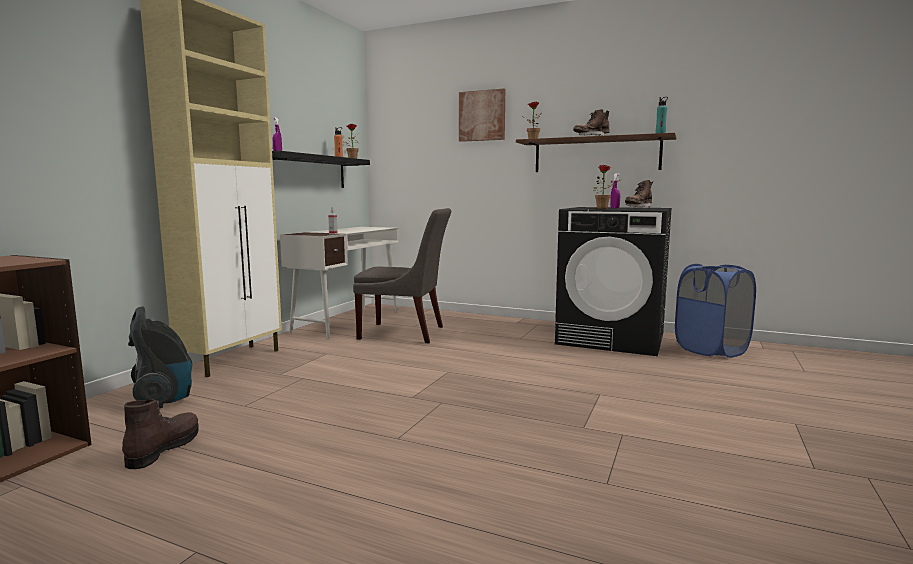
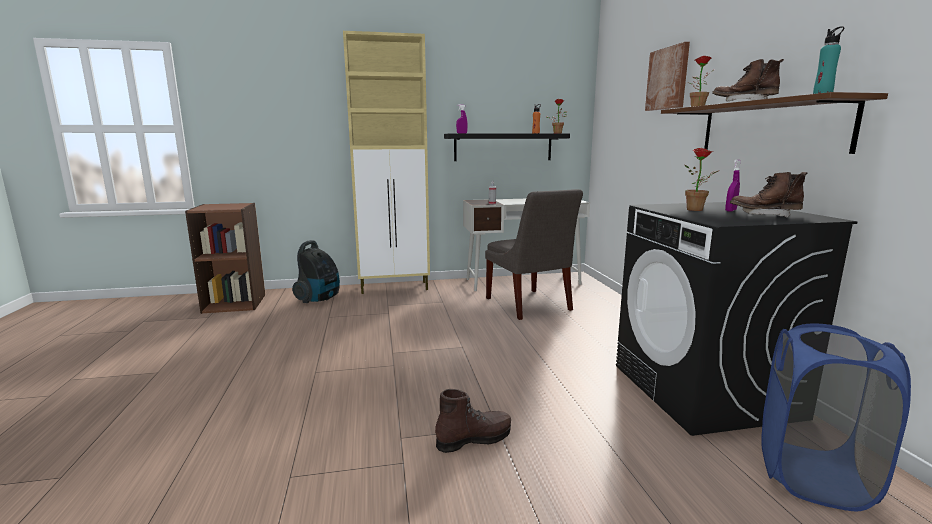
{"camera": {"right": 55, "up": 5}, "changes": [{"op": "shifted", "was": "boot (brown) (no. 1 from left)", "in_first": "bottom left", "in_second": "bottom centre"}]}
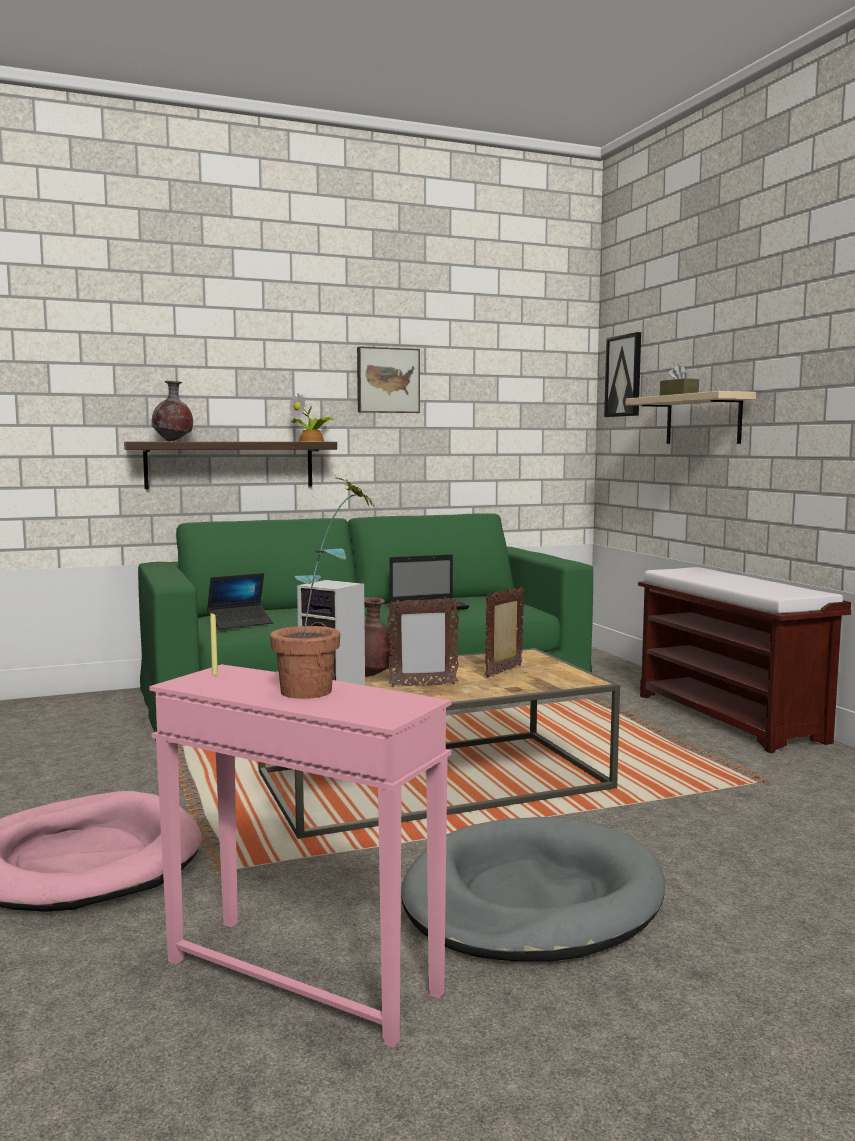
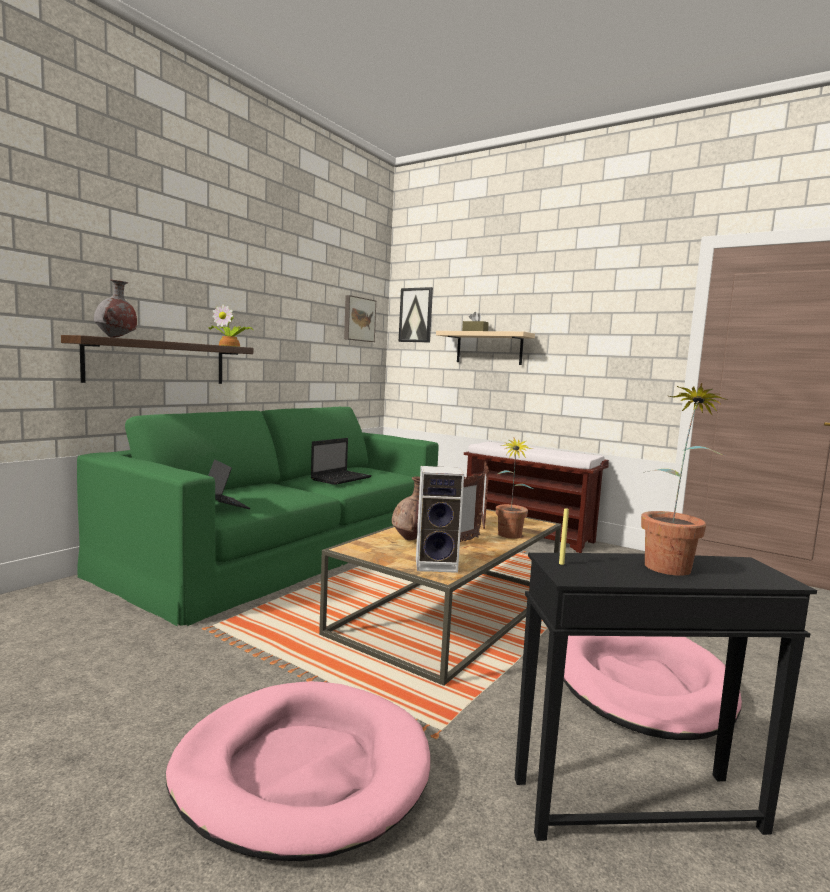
{"camera": {"right": -35, "up": 0}, "changes": [{"op": "rotated", "was": "laptop (no. 1 from left)", "in_first": "middle left", "in_second": "middle left", "clockwise": -60}, {"op": "shifted", "was": "picture (no. 1 from left)", "in_first": "top centre", "in_second": "centre"}, {"op": "new", "now": "potted plant (no. 2 from left)", "in_second": "centre"}, {"op": "repainted", "was": "side table (pink)", "now": "side table (black)", "in_first": "bottom centre", "in_second": "bottom right"}, {"op": "repainted", "was": "dog bed (grey)", "now": "dog bed (pink) (no. 2 from left)", "in_first": "bottom centre", "in_second": "bottom right"}]}
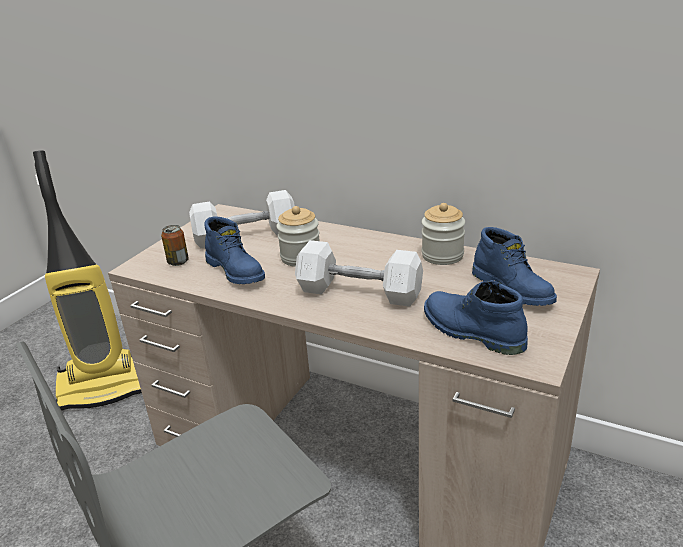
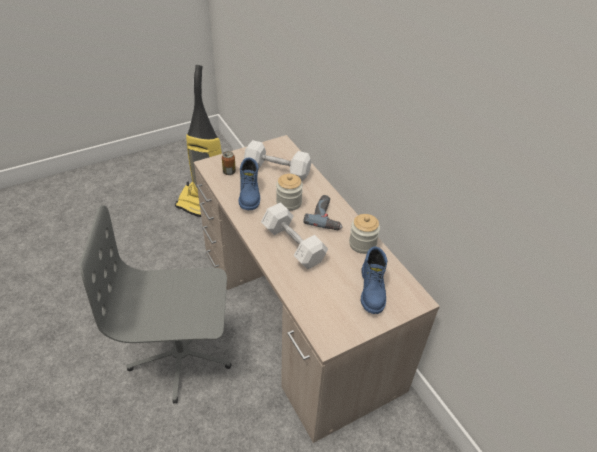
{"camera": {"right": 30, "up": 15}, "changes": [{"op": "new", "now": "power drill", "in_second": "centre"}, {"op": "gone", "was": "boot (blue) (no. 2 from left)", "in_first": "middle right"}]}
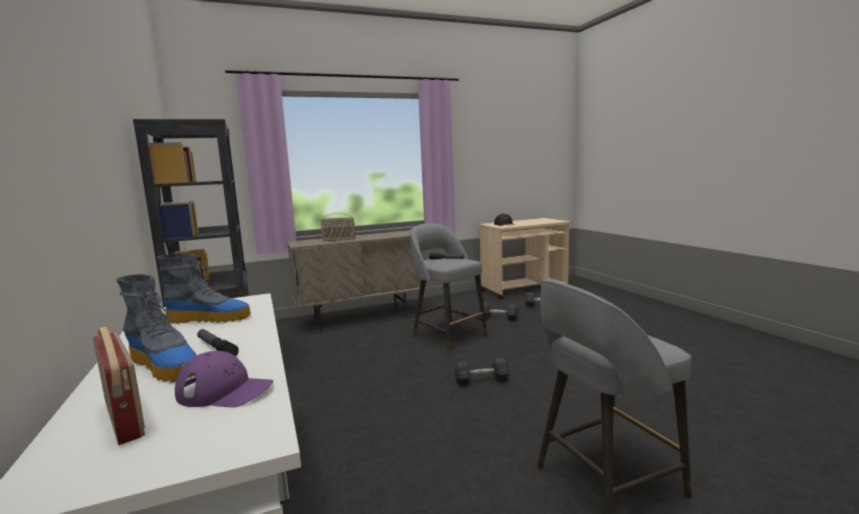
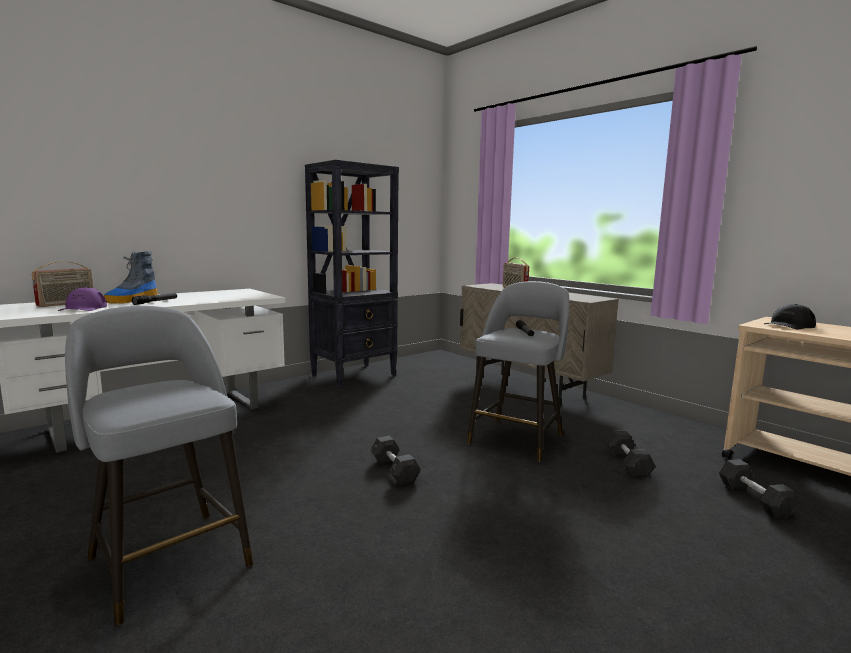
{"camera": {"right": 70, "up": 0}, "changes": [{"op": "gone", "was": "boot (no. 2 from left)", "in_first": "middle left"}]}
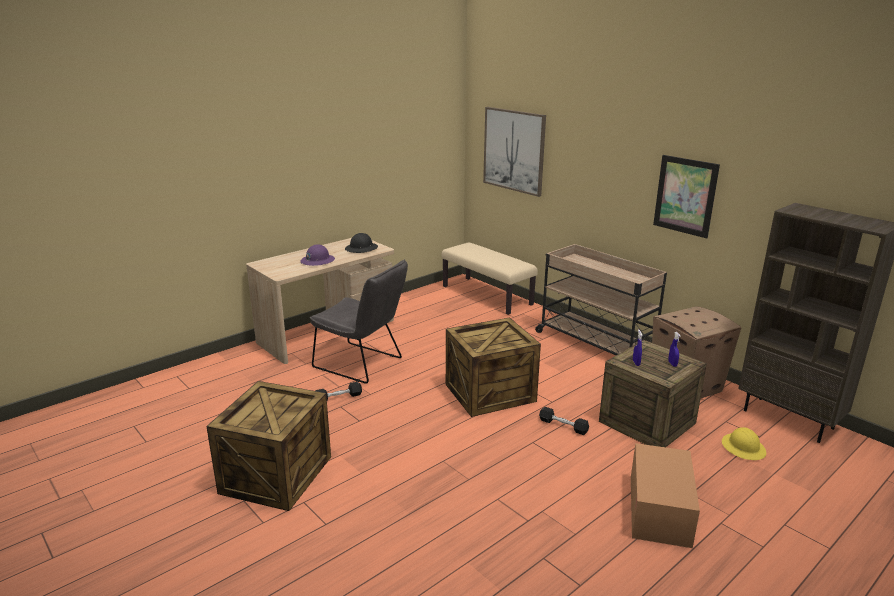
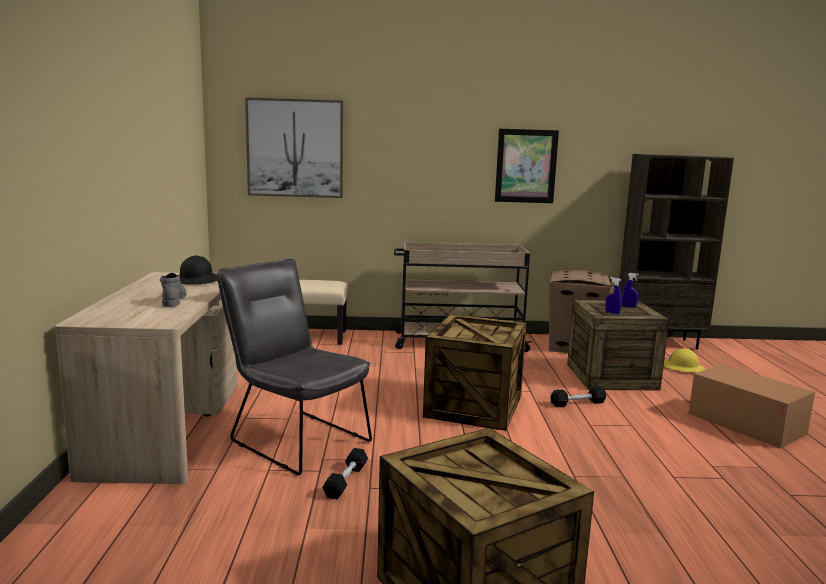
{"camera": {"right": -50, "up": -10}, "changes": [{"op": "swapped", "was": "hard hat (purple)", "now": "boot (grey)", "in_first": "centre", "in_second": "middle left"}, {"op": "rotated", "was": "chair (grey)", "in_first": "centre", "in_second": "centre", "clockwise": -120}]}
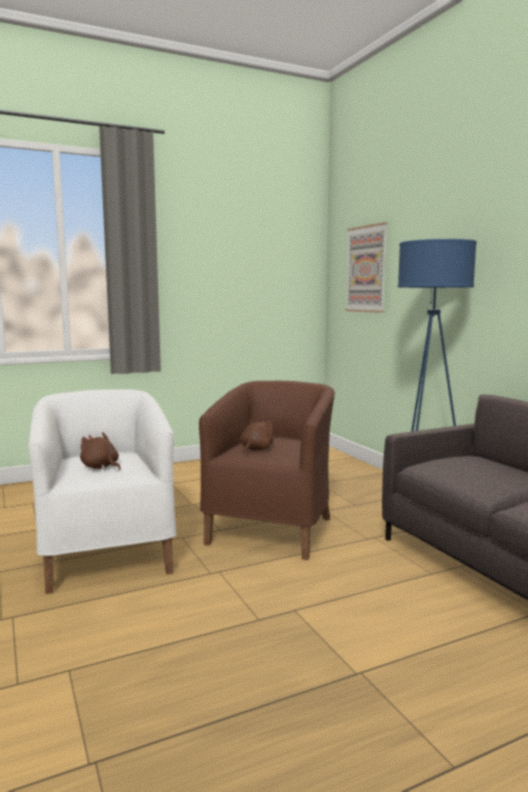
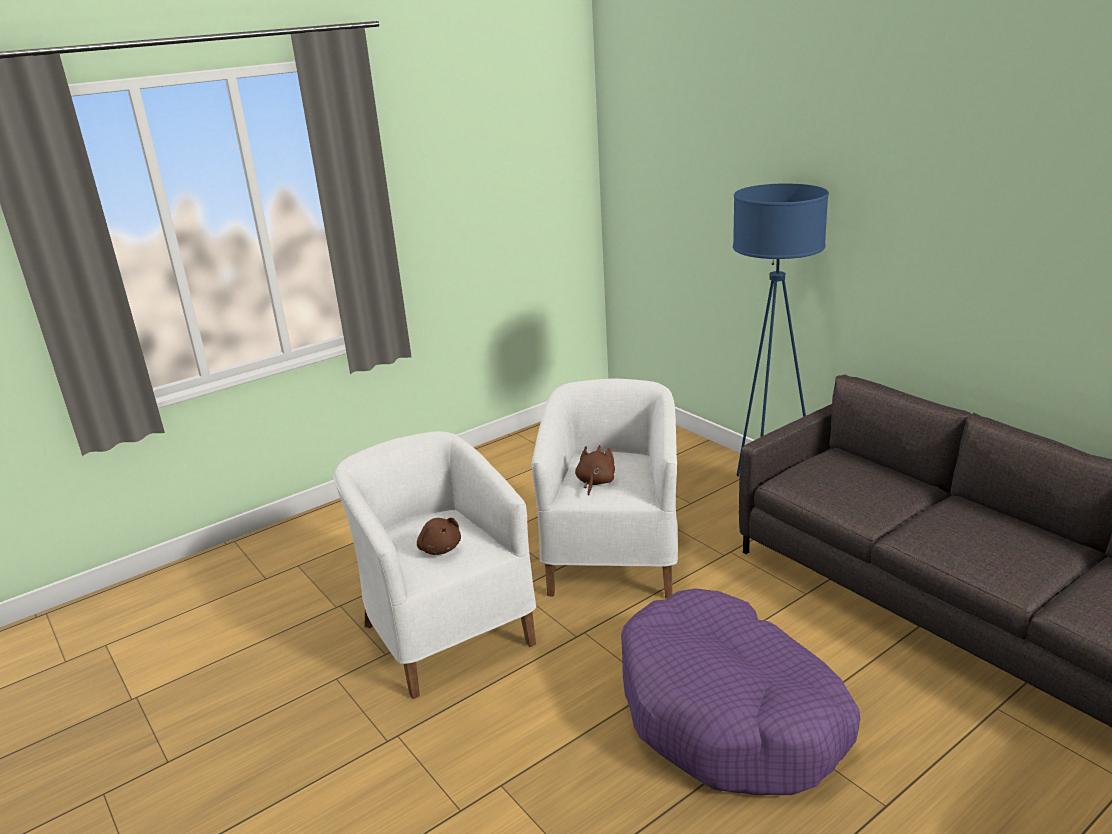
{"camera": {"right": -10, "up": 15}, "changes": [{"op": "rotated", "was": "plush toy (brown) (no. 1 from left)", "in_first": "middle left", "in_second": "centre", "clockwise": -150}, {"op": "repainted", "was": "armchair (brown)", "now": "armchair (white) (no. 2 from left)", "in_first": "centre", "in_second": "centre"}, {"op": "new", "now": "dog bed (purple)", "in_second": "bottom centre"}, {"op": "gone", "was": "picture", "in_first": "middle right"}]}
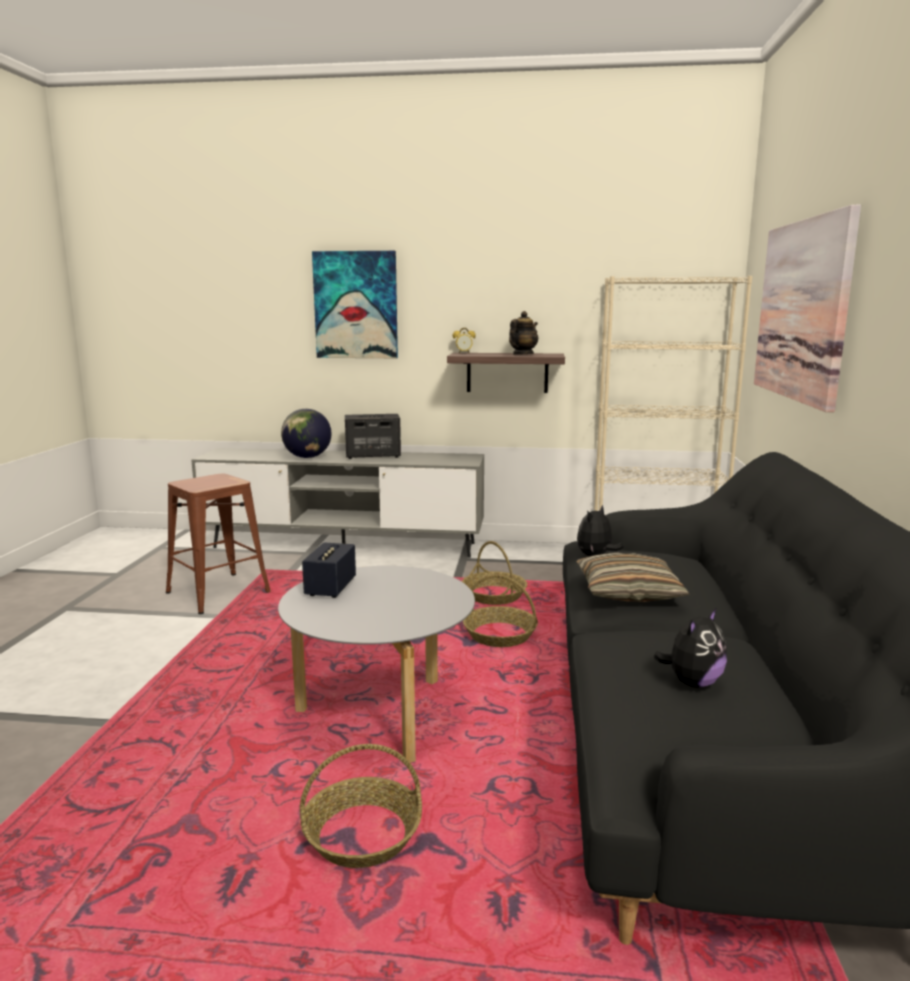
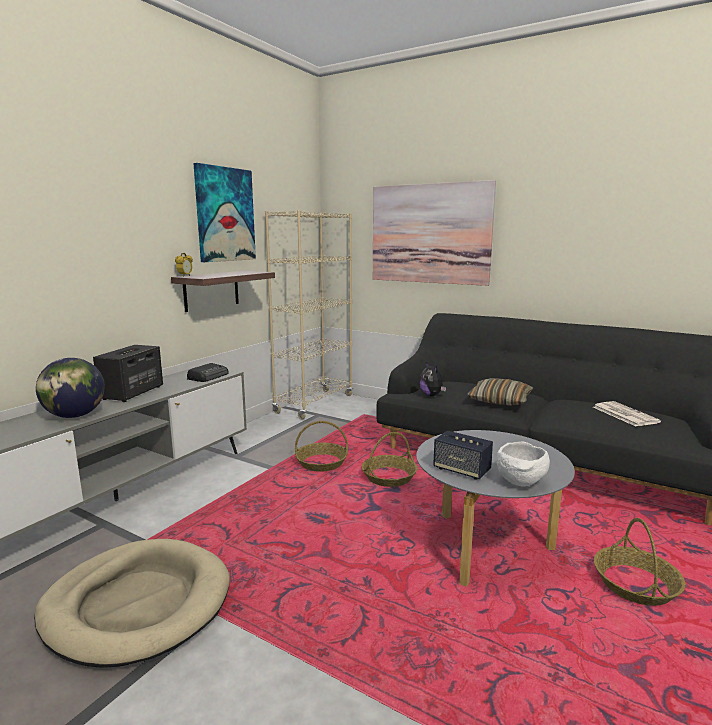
{"camera": {"right": -65, "up": 0}, "changes": [{"op": "swapped", "was": "stool (brown)", "now": "dog bed (beige)", "in_first": "middle left", "in_second": "bottom left"}, {"op": "new", "now": "radio", "in_second": "middle left"}, {"op": "shifted", "was": "picture (no. 1 from left)", "in_first": "top centre", "in_second": "top left"}, {"op": "new", "now": "bowl (white)", "in_second": "middle right"}, {"op": "swapped", "was": "plush toy (no. 2 from left)", "now": "newspaper", "in_first": "middle right", "in_second": "middle right"}, {"op": "gone", "was": "teapot", "in_first": "centre"}]}
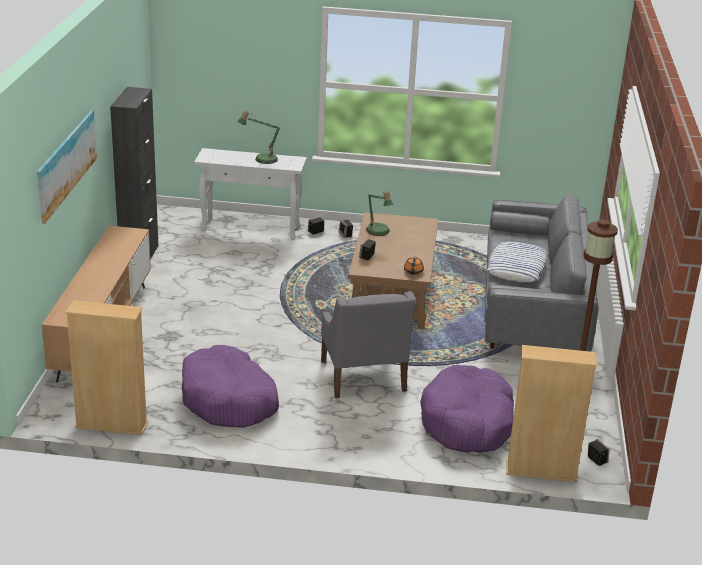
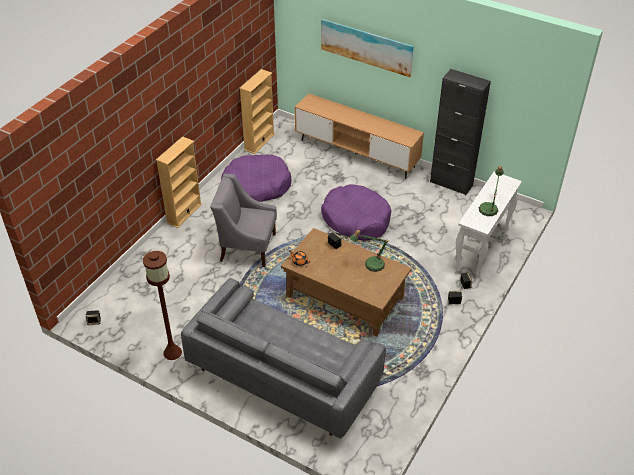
{"camera": {"right": 115, "up": 15}, "changes": [{"op": "shifted", "was": "bookcase (beige) (no. 2 from left in the first image)", "now": "bookcase (beige) (no. 1 from left)", "in_first": "bottom right", "in_second": "middle left"}, {"op": "shifted", "was": "dog bed (purple) (no. 2 from left)", "in_first": "bottom centre", "in_second": "centre"}, {"op": "gone", "was": "pillow", "in_first": "middle right"}]}
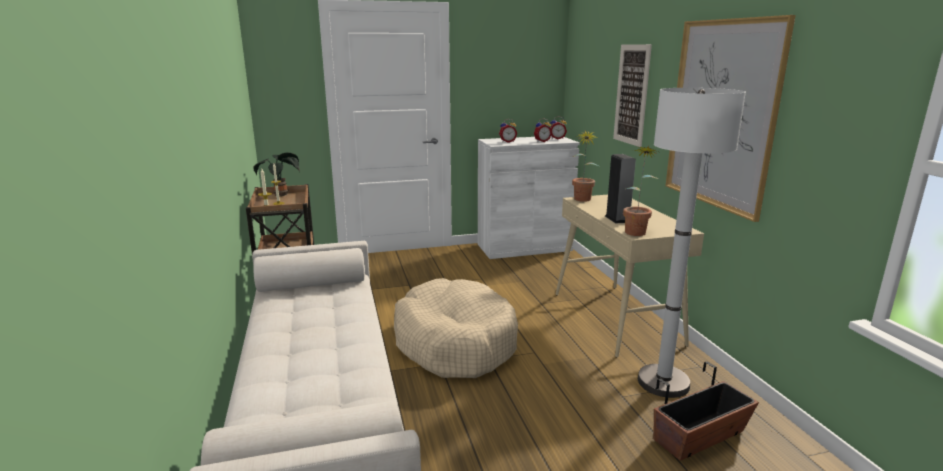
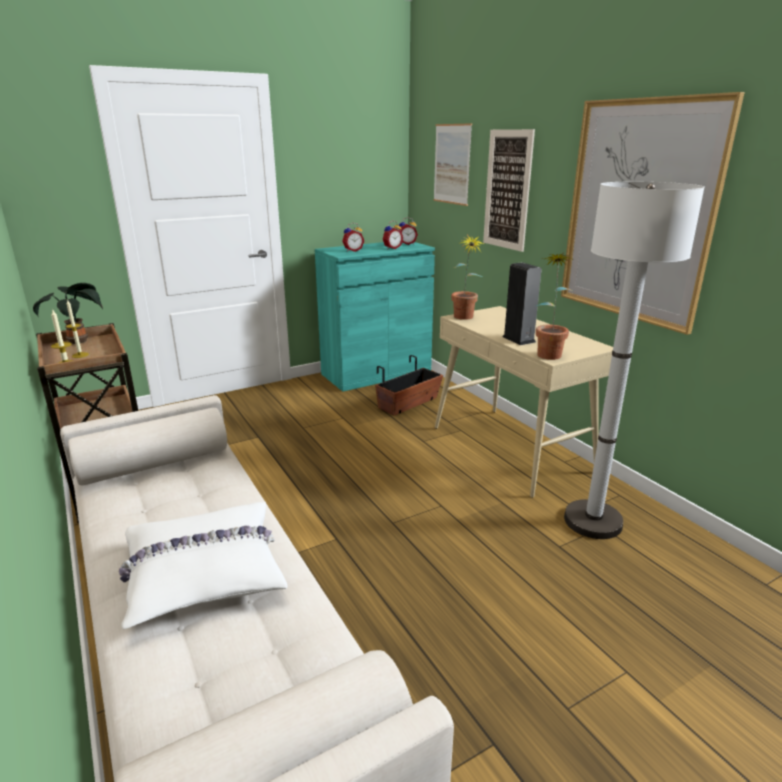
{"camera": {"right": -15, "up": 5}, "changes": [{"op": "new", "now": "pillow (white)", "in_second": "bottom left"}, {"op": "repainted", "was": "cabinet (white)", "now": "cabinet (turquoise)", "in_first": "centre", "in_second": "centre"}, {"op": "shifted", "was": "planter", "in_first": "bottom right", "in_second": "centre"}, {"op": "new", "now": "picture (no. 1 from left)", "in_second": "top centre"}, {"op": "gone", "was": "dog bed (beige)", "in_first": "bottom centre"}]}
